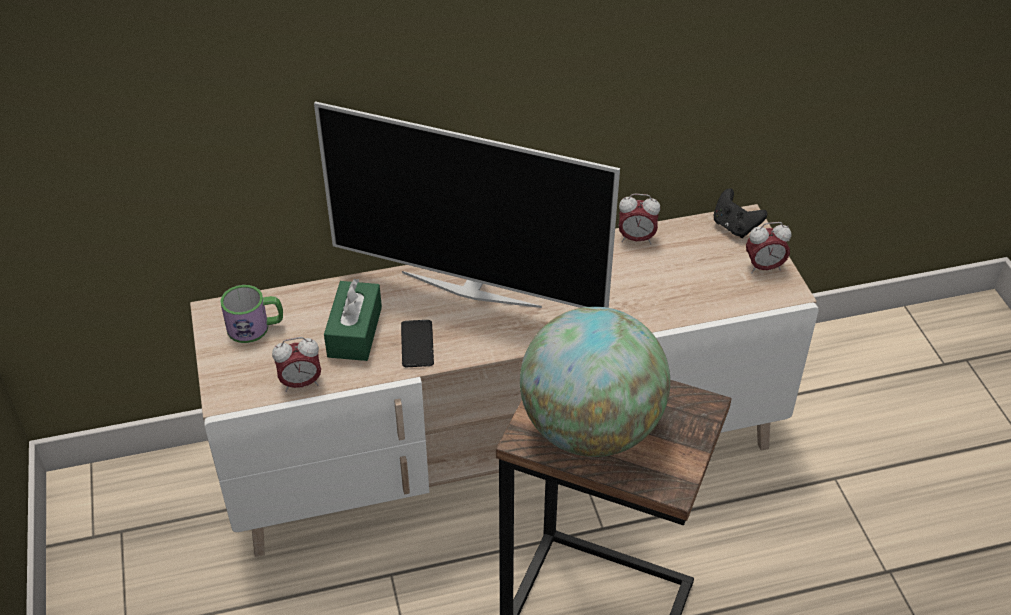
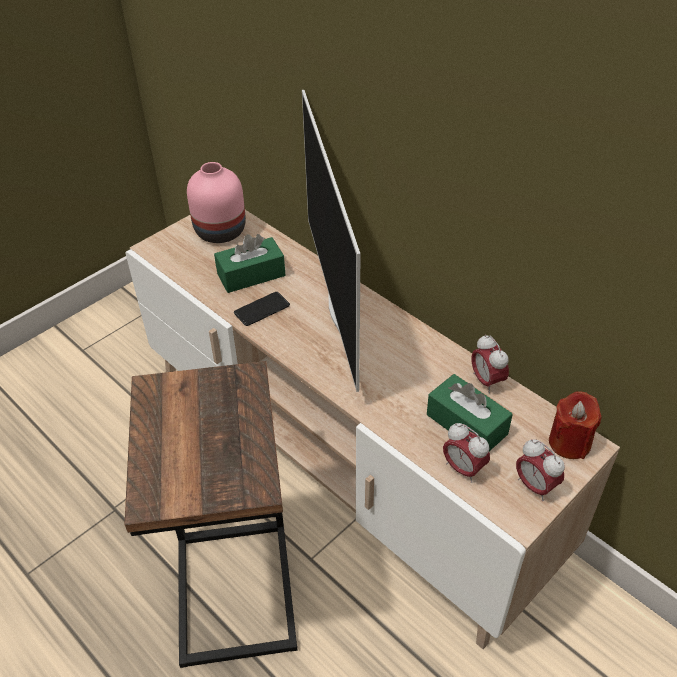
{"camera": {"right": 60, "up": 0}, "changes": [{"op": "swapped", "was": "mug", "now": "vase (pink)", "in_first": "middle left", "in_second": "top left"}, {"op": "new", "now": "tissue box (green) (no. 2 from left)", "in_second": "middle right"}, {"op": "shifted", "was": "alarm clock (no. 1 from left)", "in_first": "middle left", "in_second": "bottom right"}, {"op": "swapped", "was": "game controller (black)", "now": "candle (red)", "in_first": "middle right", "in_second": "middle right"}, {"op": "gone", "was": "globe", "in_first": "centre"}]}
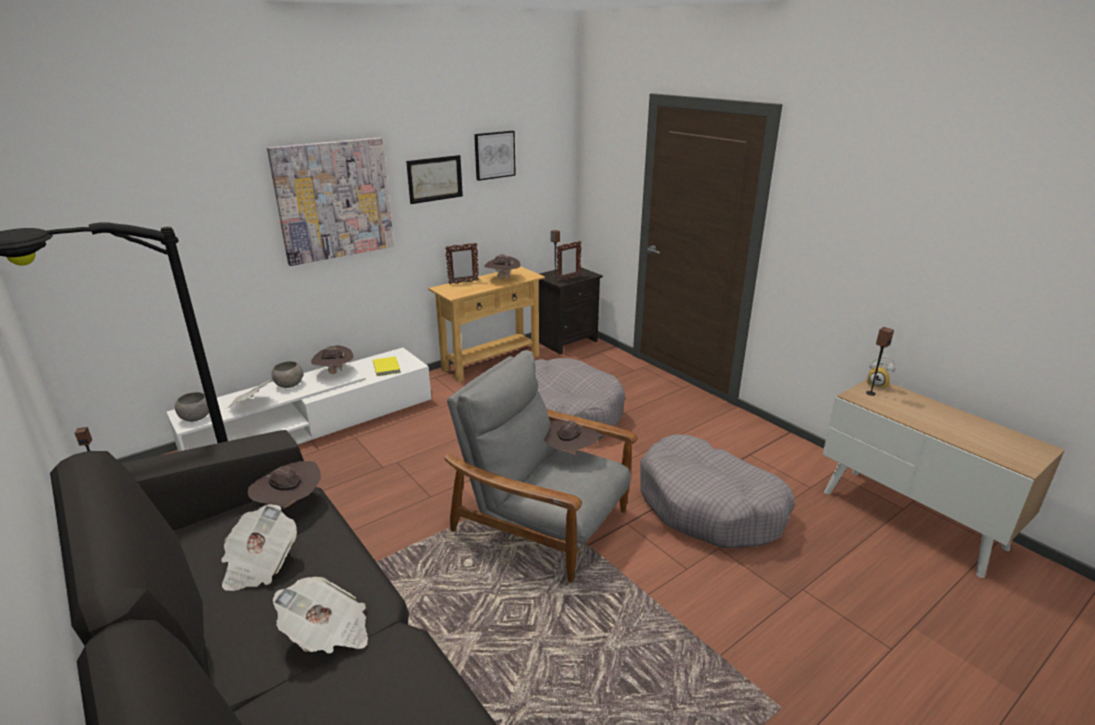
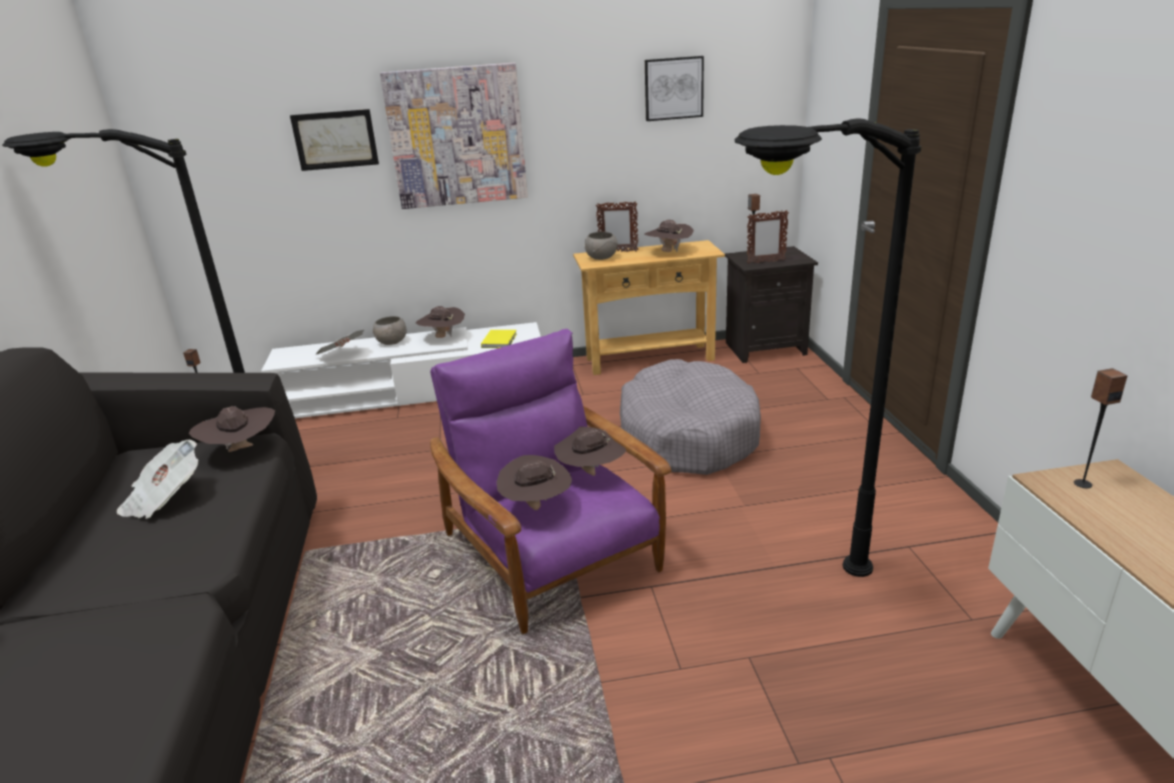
{"camera": {"right": 30, "up": 0}, "changes": [{"op": "shifted", "was": "picture (no. 2 from left in the first image)", "now": "picture (no. 1 from left)", "in_first": "top centre", "in_second": "top left"}, {"op": "repainted", "was": "armchair (grey)", "now": "armchair (purple)", "in_first": "centre", "in_second": "centre"}, {"op": "new", "now": "hat (brown) (no. 3 from left)", "in_second": "centre"}, {"op": "shifted", "was": "bowl (grey) (no. 1 from left in the first image)", "now": "bowl (grey) (no. 2 from left)", "in_first": "middle left", "in_second": "top centre"}, {"op": "swapped", "was": "dog bed (grey) (no. 2 from left)", "now": "floor lamp (black) (no. 2 from left)", "in_first": "bottom centre", "in_second": "middle right"}, {"op": "gone", "was": "newspaper (no. 3 from left)", "in_first": "bottom left"}, {"op": "gone", "was": "alarm clock", "in_first": "middle right"}]}
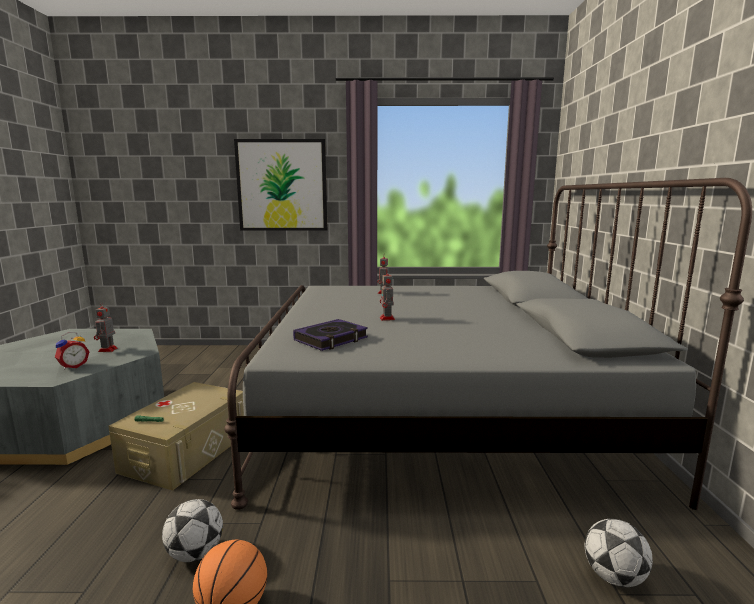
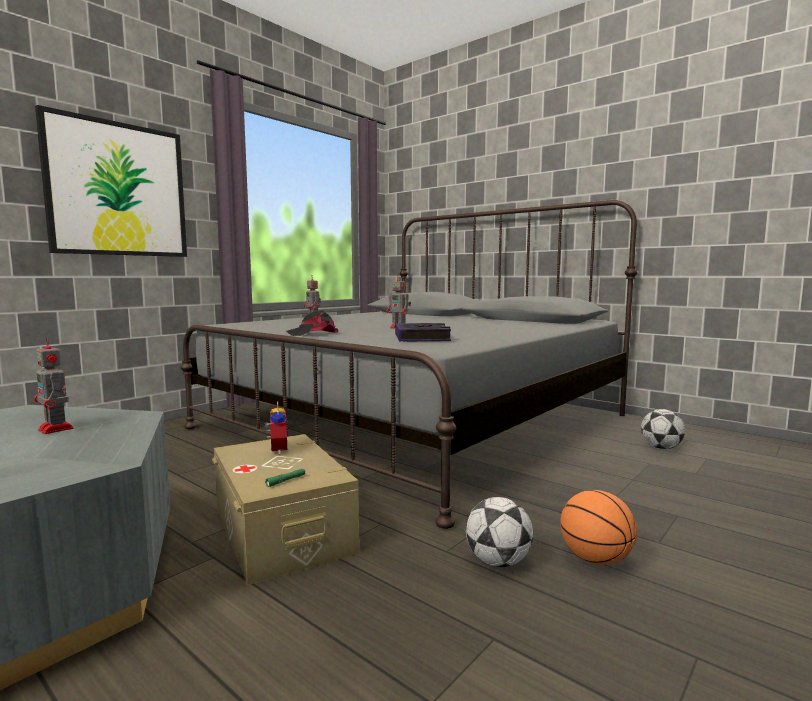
{"camera": {"right": -50, "up": -5}, "changes": [{"op": "shifted", "was": "alarm clock", "in_first": "middle left", "in_second": "centre"}, {"op": "new", "now": "cap (black)", "in_second": "centre"}]}
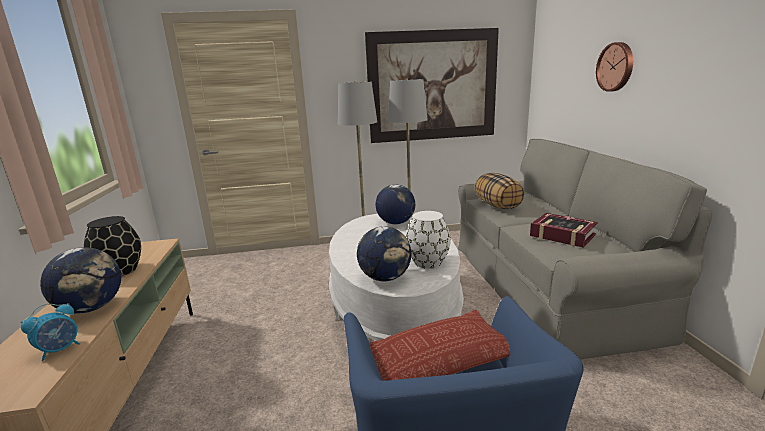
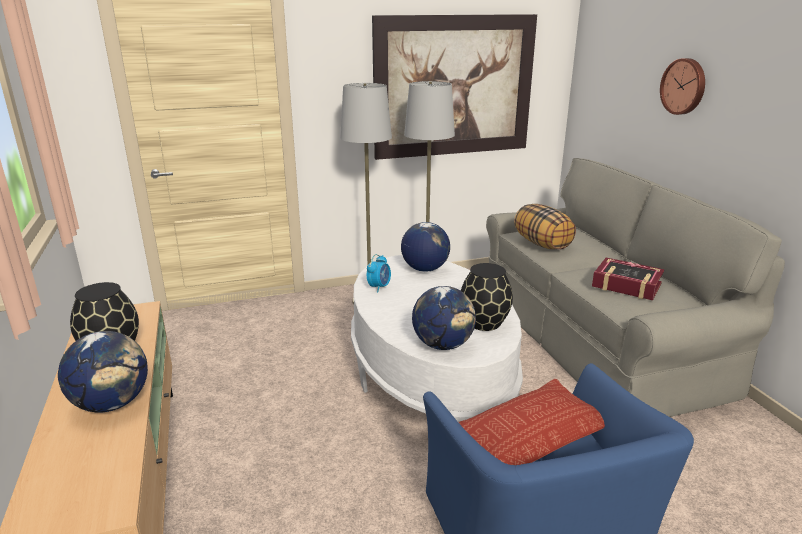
{"camera": {"right": -10, "up": 5}, "changes": [{"op": "shifted", "was": "alarm clock", "in_first": "bottom left", "in_second": "centre"}, {"op": "repainted", "was": "vase (white)", "now": "vase (black) (no. 2 from left)", "in_first": "centre", "in_second": "centre"}]}
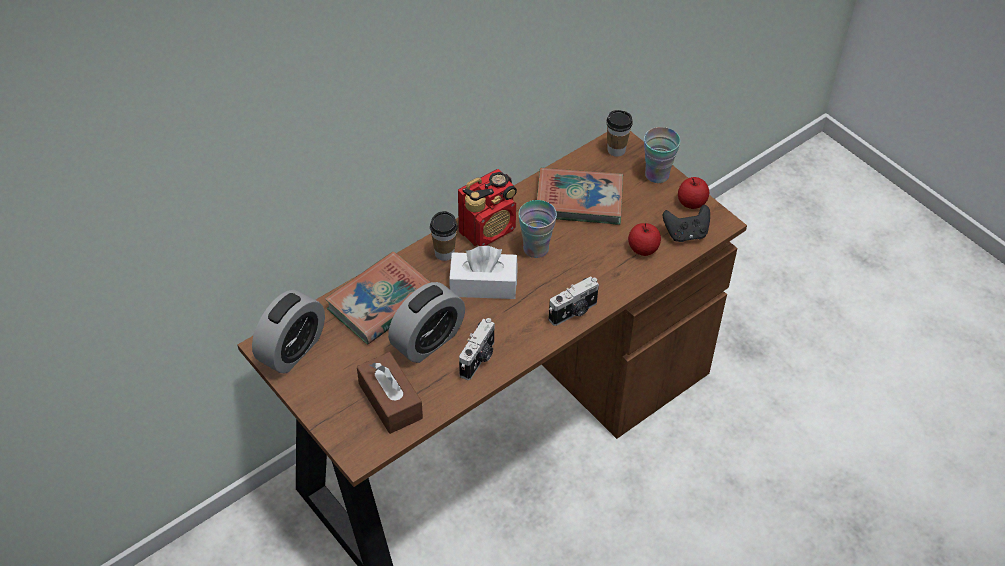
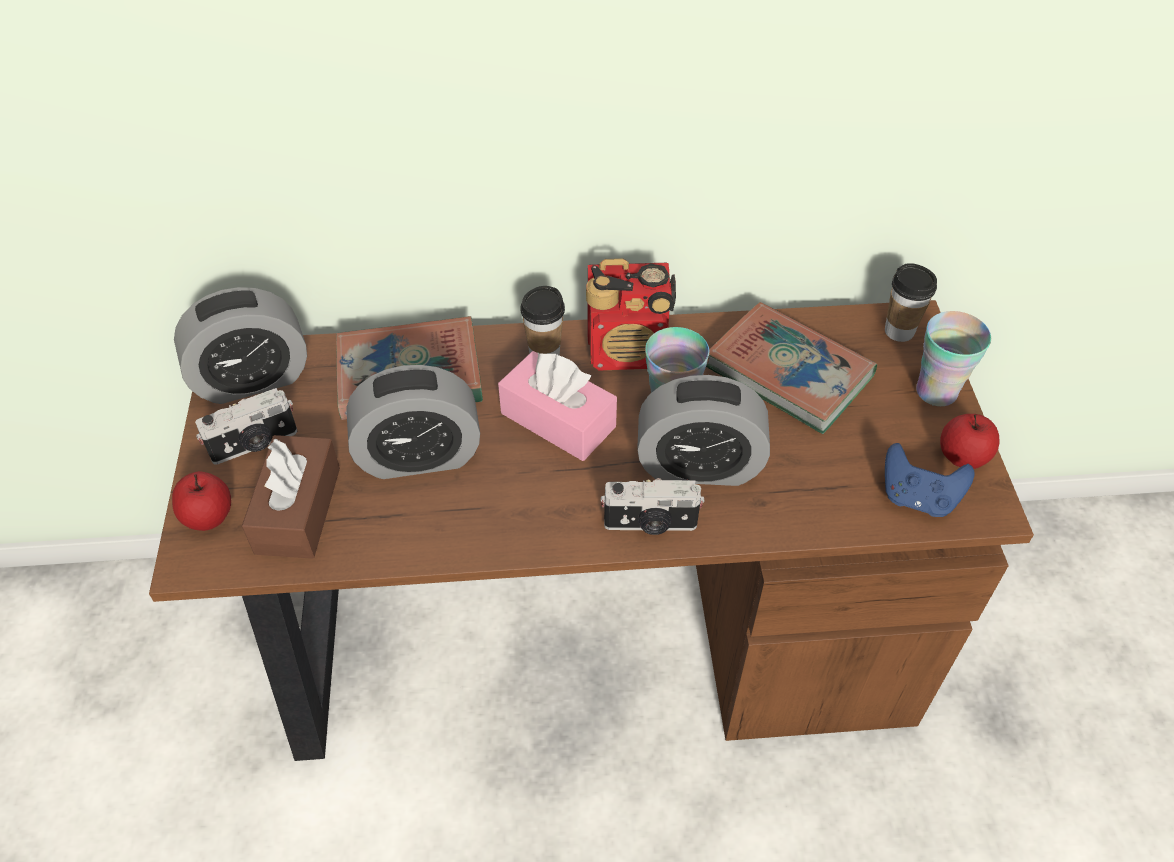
{"camera": {"right": 35, "up": 0}, "changes": [{"op": "shifted", "was": "apple (no. 1 from left)", "in_first": "centre", "in_second": "middle left"}, {"op": "shifted", "was": "photo camera (no. 1 from left)", "in_first": "centre", "in_second": "middle left"}, {"op": "repainted", "was": "tissue box (white)", "now": "tissue box (pink)", "in_first": "centre", "in_second": "centre"}, {"op": "new", "now": "alarm clock (no. 3 from left)", "in_second": "centre"}, {"op": "repainted", "was": "game controller (black)", "now": "game controller (blue)", "in_first": "middle right", "in_second": "middle right"}]}
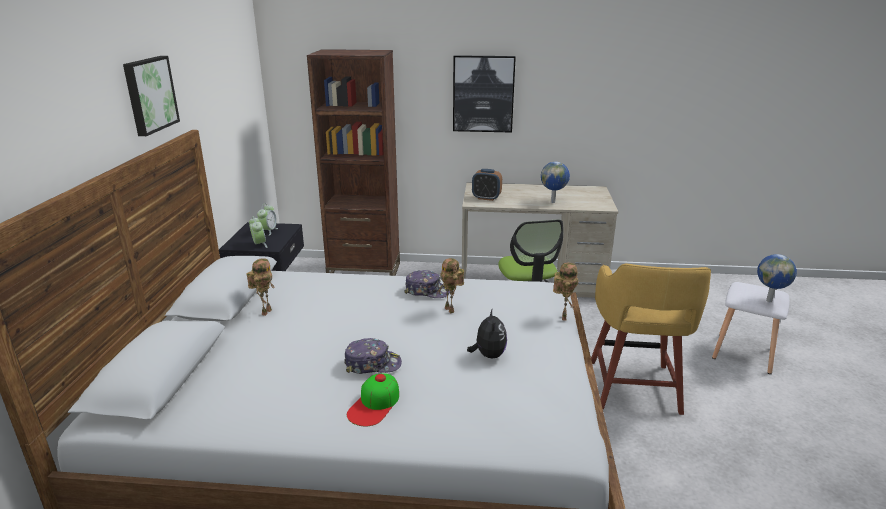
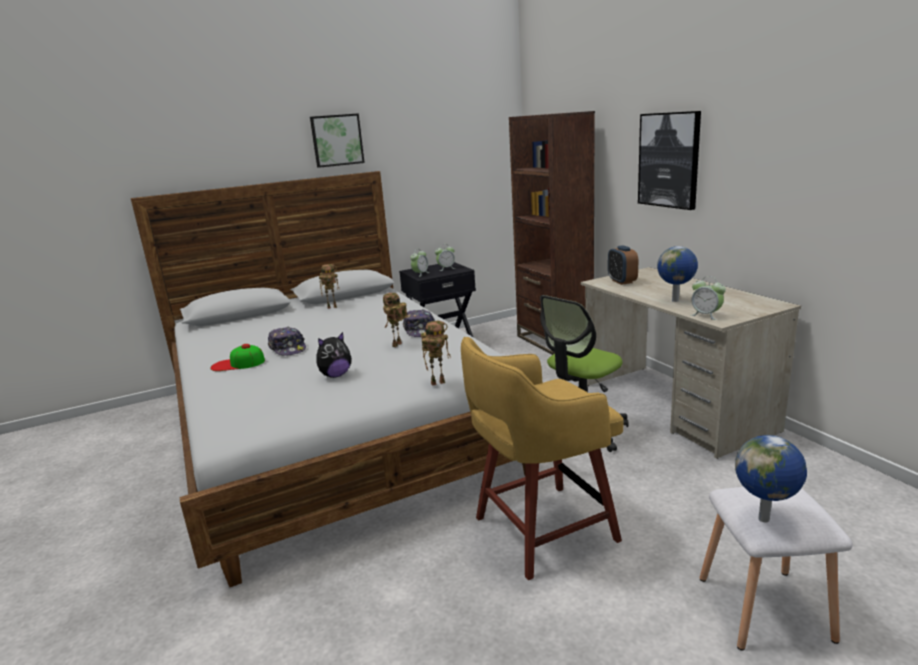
{"camera": {"right": 60, "up": -5}, "changes": [{"op": "new", "now": "alarm clock (no. 4 from left)", "in_second": "middle right"}]}
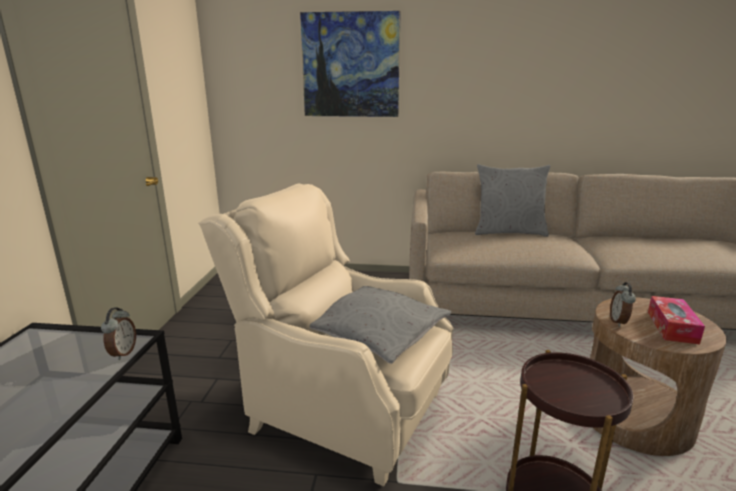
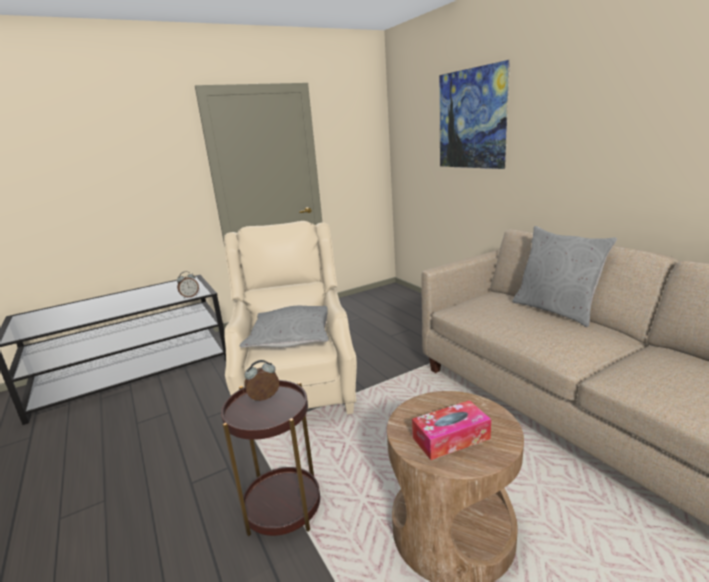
{"camera": {"right": 55, "up": 0}, "changes": [{"op": "shifted", "was": "alarm clock (no. 2 from left)", "in_first": "middle right", "in_second": "centre"}]}
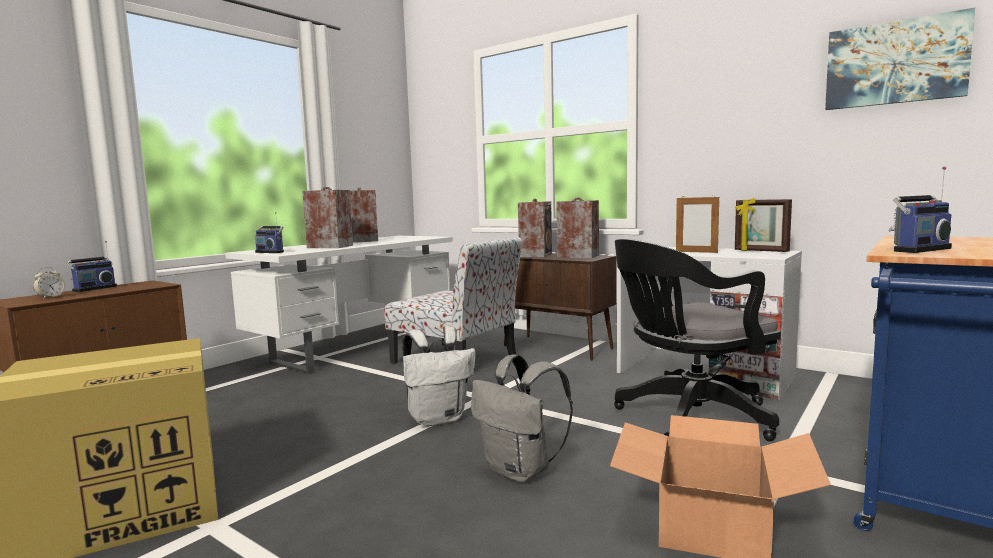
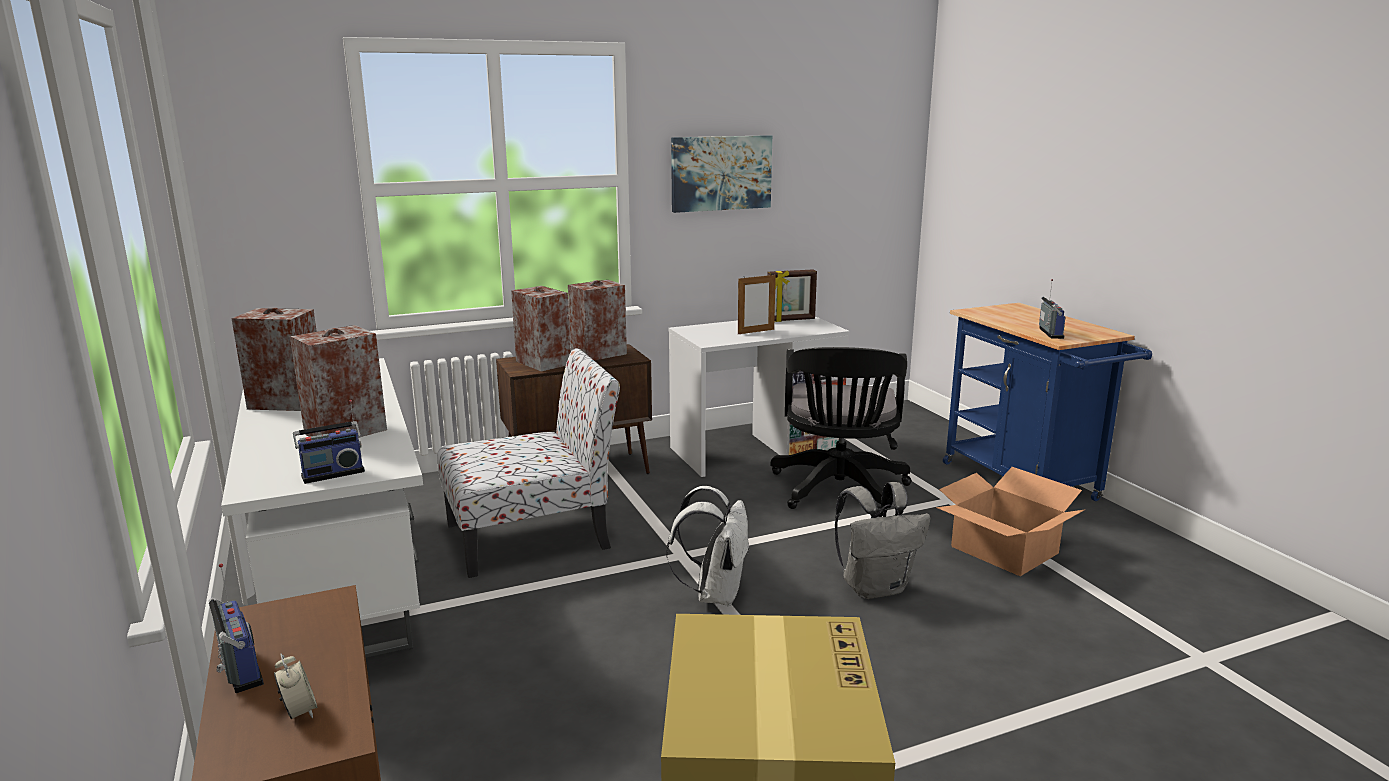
{"camera": {"right": -60, "up": 10}, "changes": [{"op": "shifted", "was": "picture", "in_first": "top right", "in_second": "top centre"}]}
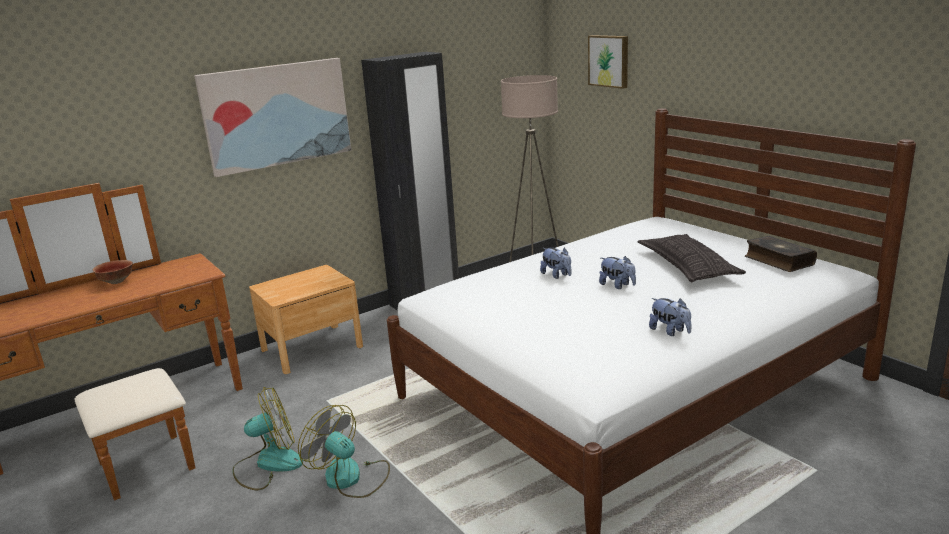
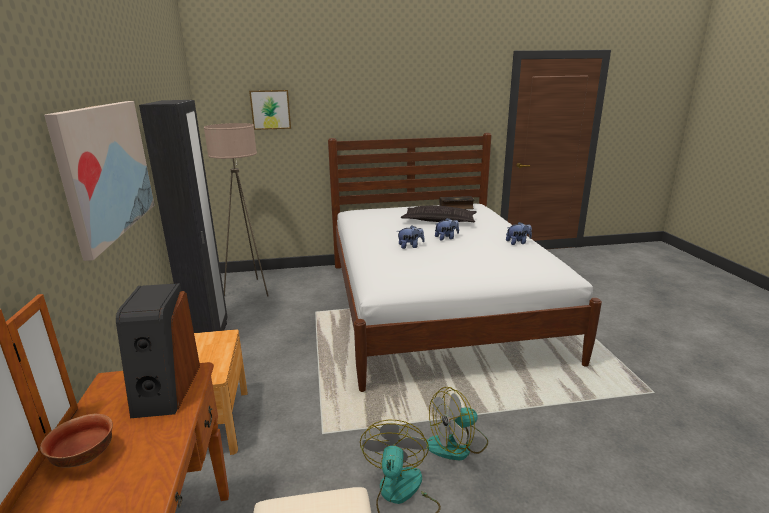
{"camera": {"right": -65, "up": 0}, "changes": [{"op": "new", "now": "speaker", "in_second": "bottom left"}]}
